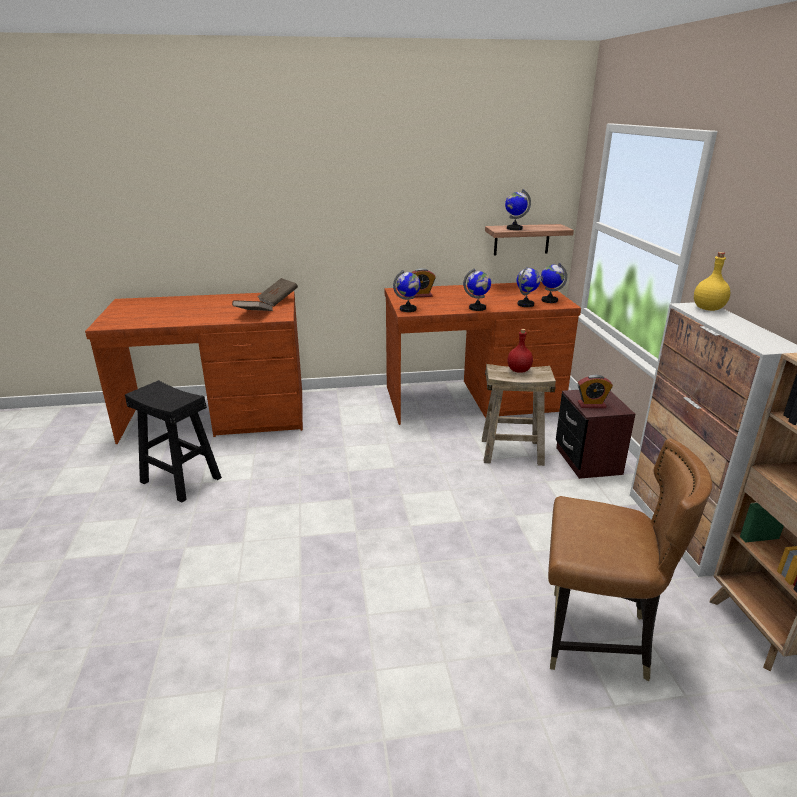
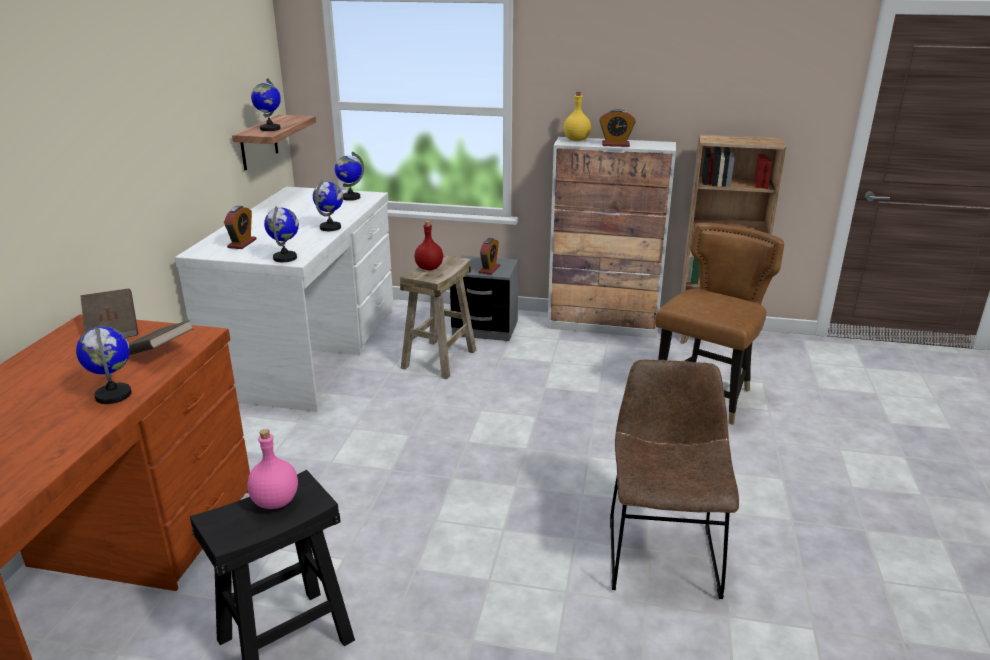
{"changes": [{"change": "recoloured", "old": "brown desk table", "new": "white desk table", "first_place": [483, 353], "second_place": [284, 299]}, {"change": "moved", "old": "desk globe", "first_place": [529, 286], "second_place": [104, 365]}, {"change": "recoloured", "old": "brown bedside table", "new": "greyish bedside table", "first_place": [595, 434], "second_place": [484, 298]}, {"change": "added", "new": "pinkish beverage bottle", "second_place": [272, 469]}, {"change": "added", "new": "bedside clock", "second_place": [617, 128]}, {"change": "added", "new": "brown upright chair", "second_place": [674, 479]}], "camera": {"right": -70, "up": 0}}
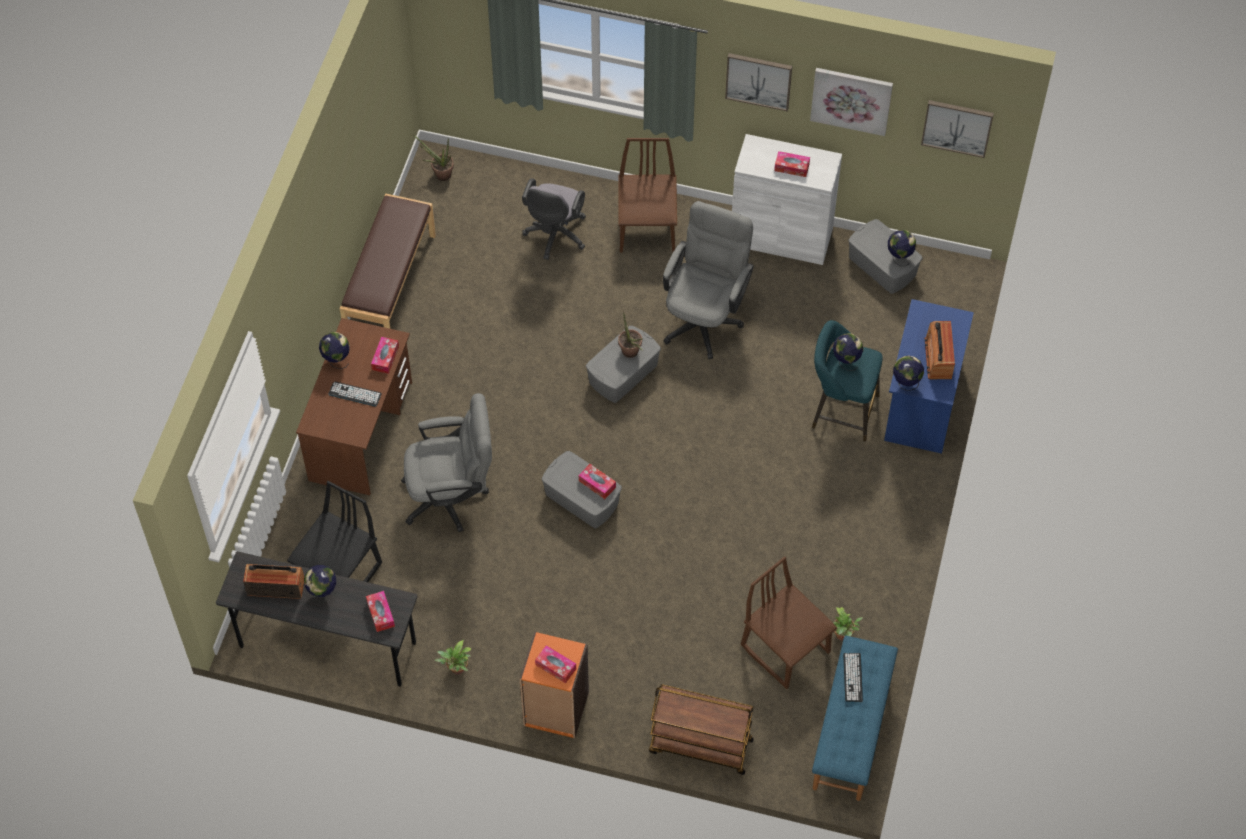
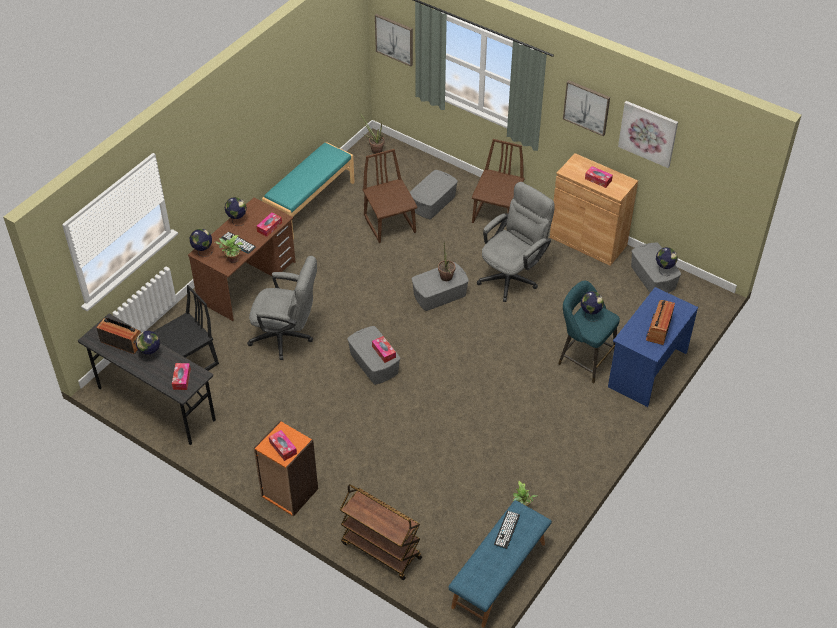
{"changes": [{"change": "recoloured", "old": "brown long seat", "new": "turquoise-coloured long seat", "first_place": [388, 261], "second_place": [308, 190]}, {"change": "moved", "old": "potted plant", "first_place": [453, 657], "second_place": [229, 249]}, {"change": "replaced", "old": "greyish desk chair", "new": "greyish storage box", "first_place": [554, 219], "second_place": [434, 194]}, {"change": "recoloured", "old": "white cupboard", "new": "brown cupboard", "first_place": [787, 199], "second_place": [594, 209]}, {"change": "moved", "old": "brown upright chair", "first_place": [789, 622], "second_place": [389, 196]}, {"change": "moved", "old": "desk globe", "first_place": [908, 373], "second_place": [201, 243]}, {"change": "moved", "old": "wall picture", "first_place": [957, 129], "second_place": [394, 40]}], "camera": {"right": 20, "up": -10}}
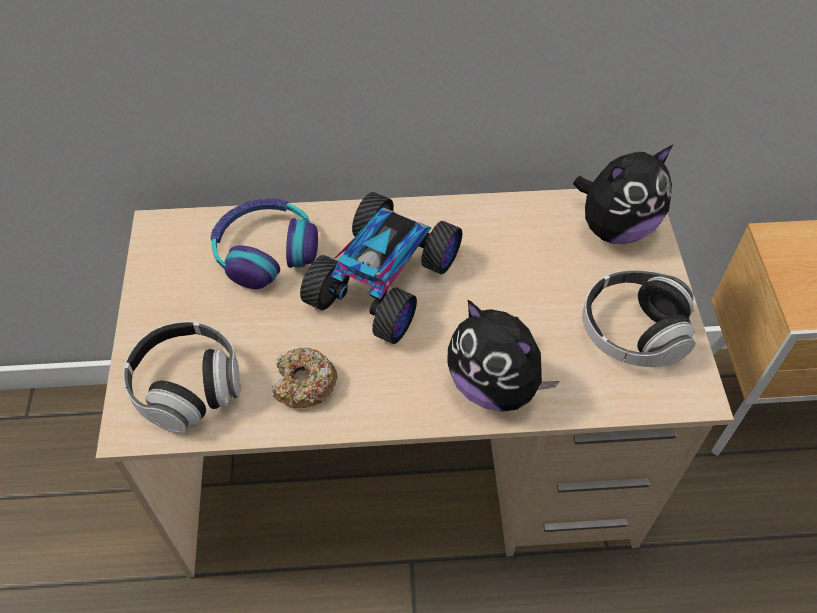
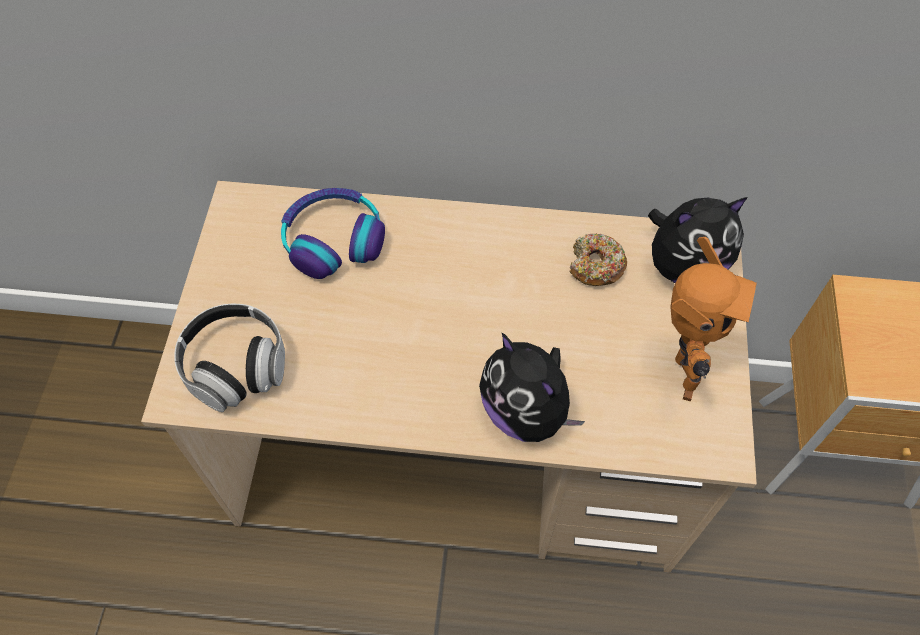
{"changes": [{"change": "moved", "old": "ring doughnut", "first_place": [305, 378], "second_place": [598, 259]}, {"change": "removed", "old": "model car", "first_place": [381, 268]}, {"change": "replaced", "old": "pair of headphones", "new": "model robot", "first_place": [638, 318], "second_place": [713, 319]}], "camera": {"right": 10, "up": 5}}
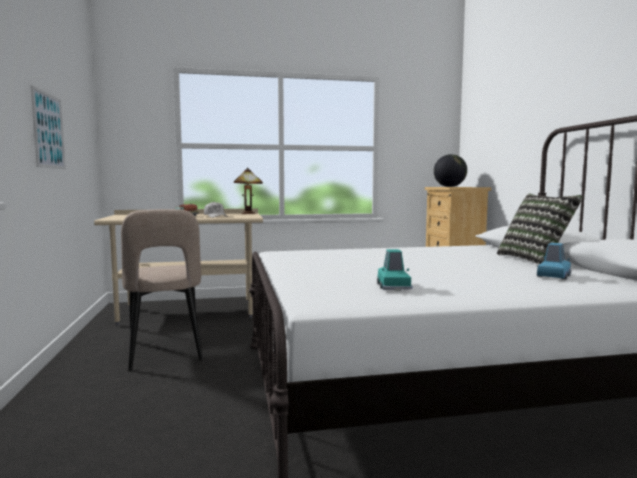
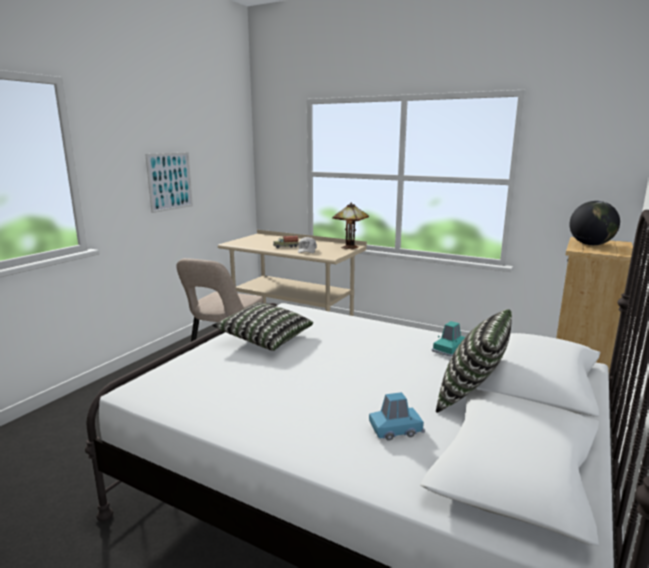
{"changes": [{"change": "moved", "old": "turquoise-coloured model car", "first_place": [395, 270], "second_place": [448, 339]}, {"change": "added", "new": "throw pillow", "second_place": [262, 326]}], "camera": {"right": 40, "up": 10}}
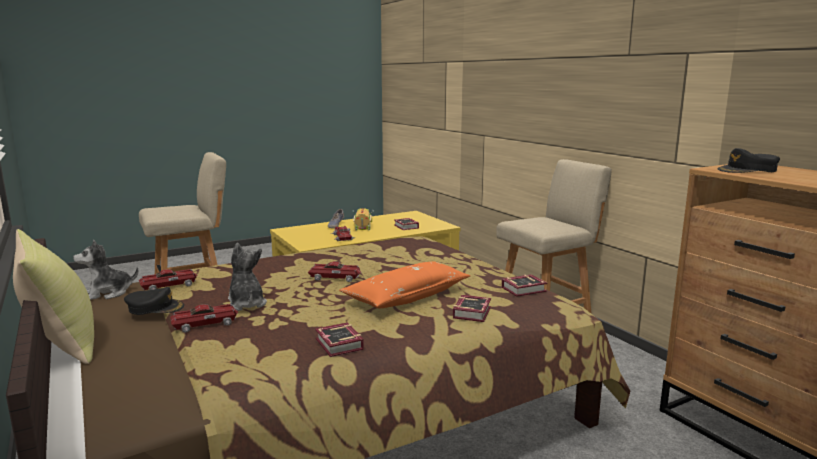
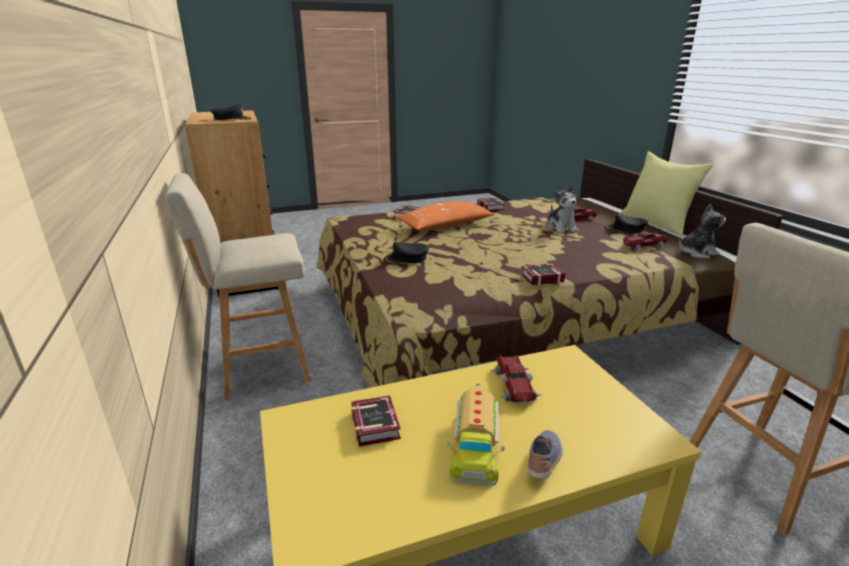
{"changes": [{"change": "removed", "old": "model car", "first_place": [334, 272]}, {"change": "moved", "old": "volume", "first_place": [525, 285], "second_place": [543, 274]}, {"change": "added", "new": "black baseball cap", "second_place": [406, 253]}], "camera": {"right": -170, "up": 10}}
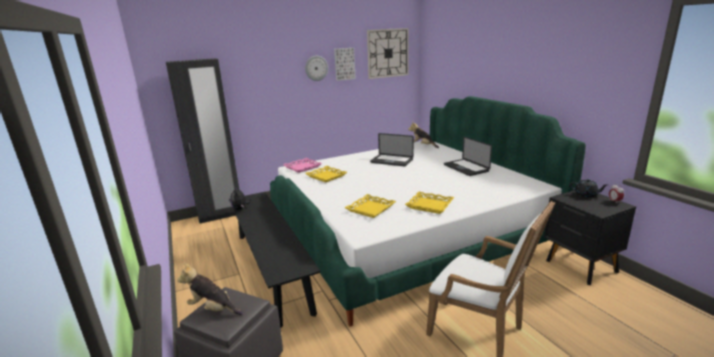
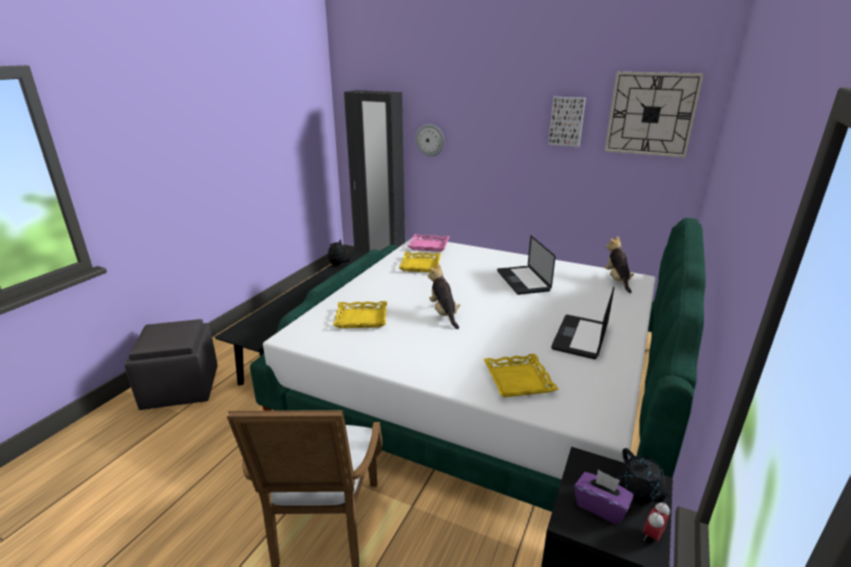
{"changes": [{"change": "moved", "old": "plush toy", "first_place": [210, 289], "second_place": [444, 296]}, {"change": "moved", "old": "hanging clock", "first_place": [316, 68], "second_place": [429, 140]}, {"change": "moved", "old": "yellowish tray", "first_place": [429, 202], "second_place": [521, 375]}, {"change": "added", "new": "purple tissue box", "second_place": [604, 496]}], "camera": {"right": 50, "up": 5}}
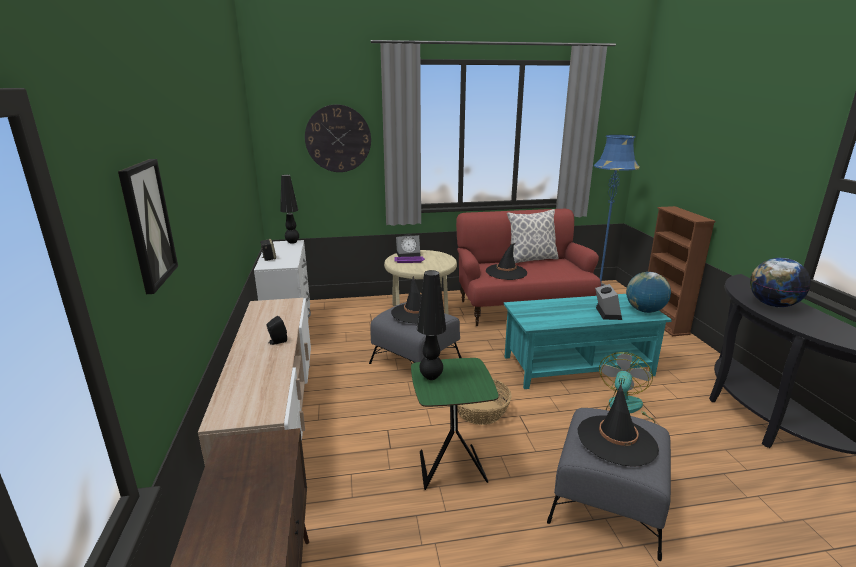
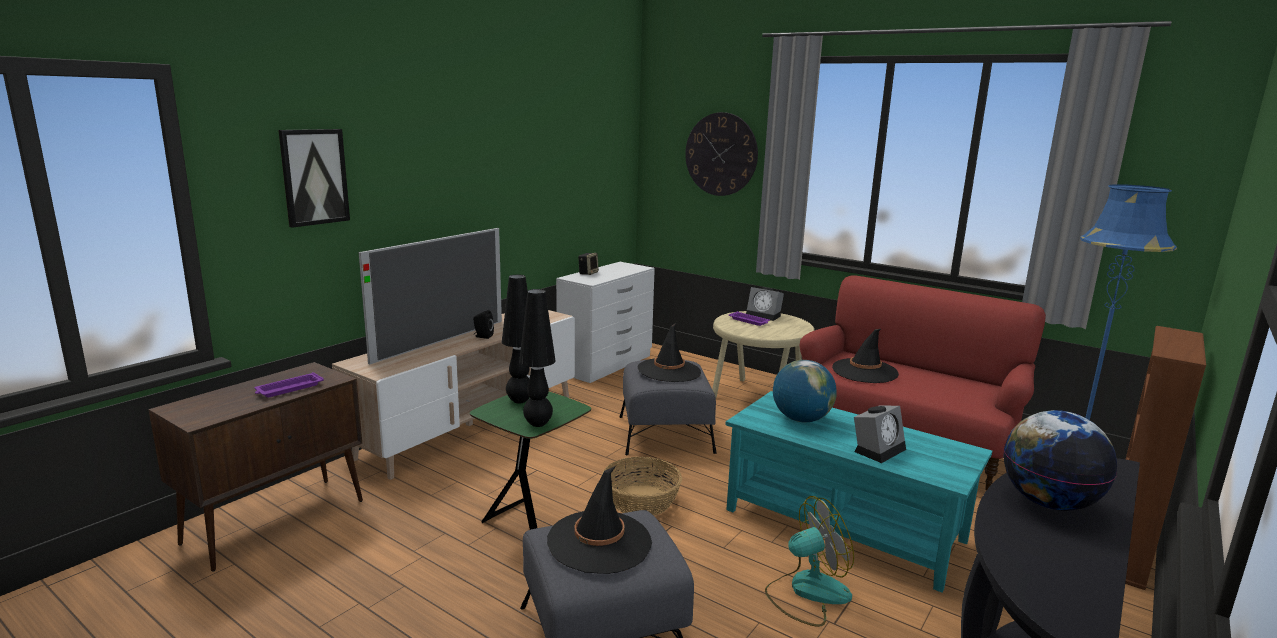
{"changes": [{"change": "moved", "old": "black lamp for a table", "first_place": [289, 209], "second_place": [537, 358]}, {"change": "removed", "old": "throw pillow", "first_place": [533, 236]}, {"change": "moved", "old": "desk globe", "first_place": [648, 292], "second_place": [805, 391]}, {"change": "added", "new": "purple tray", "second_place": [289, 384]}, {"change": "added", "new": "television", "second_place": [430, 296]}], "camera": {"right": 45, "up": -5}}
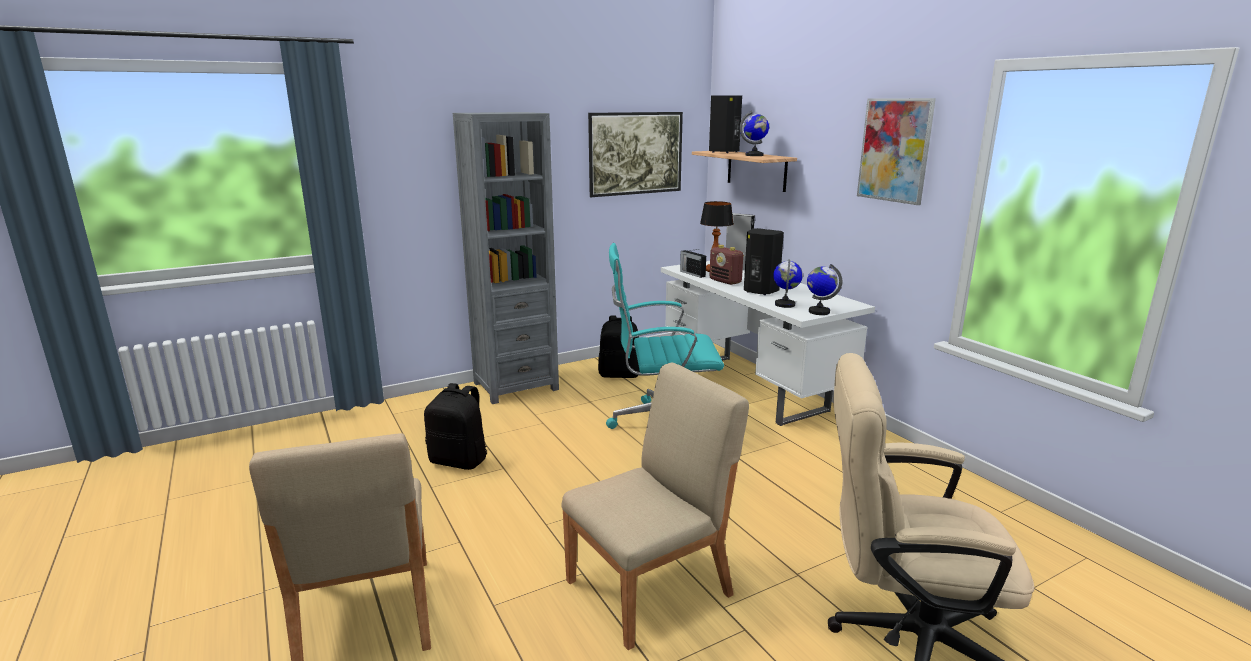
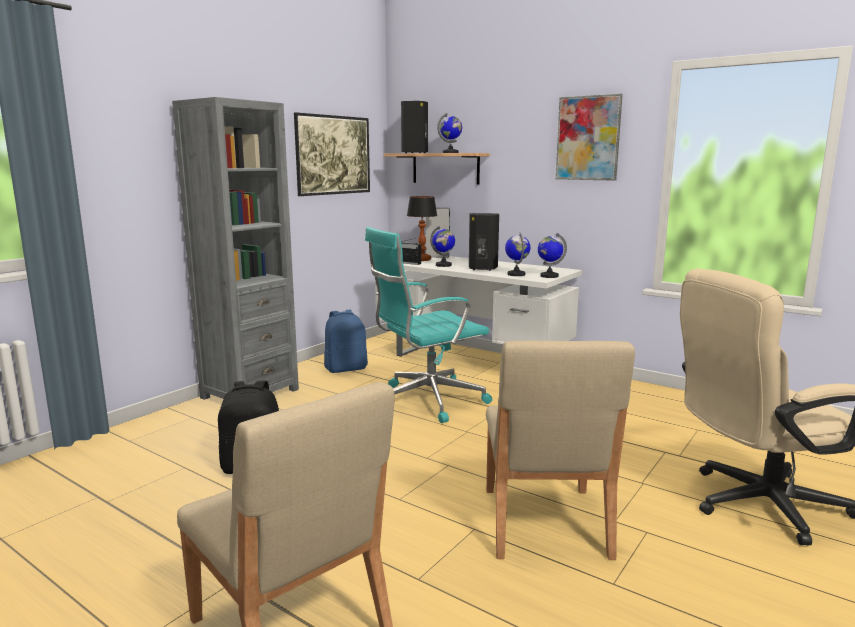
{"changes": [{"change": "turned", "old": "sand-coloured upright chair", "first_place": [655, 506], "second_place": [560, 450], "degrees": 150}, {"change": "recoloured", "old": "black backpack", "new": "blue backpack", "first_place": [619, 346], "second_place": [346, 341]}, {"change": "replaced", "old": "radio receiver", "new": "desk globe", "first_place": [726, 265], "second_place": [442, 246]}], "camera": {"right": -25, "up": -5}}
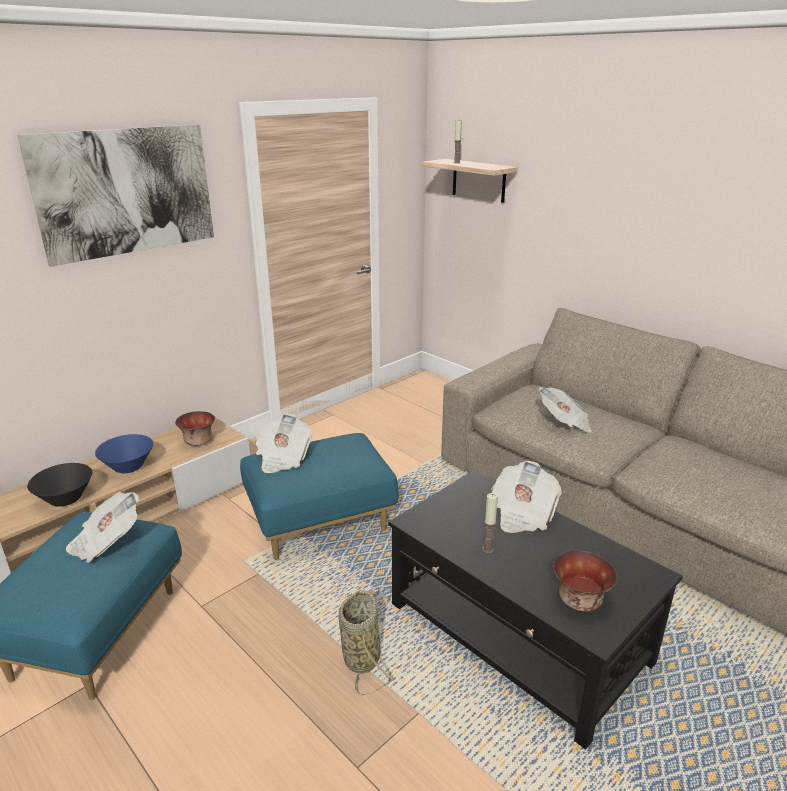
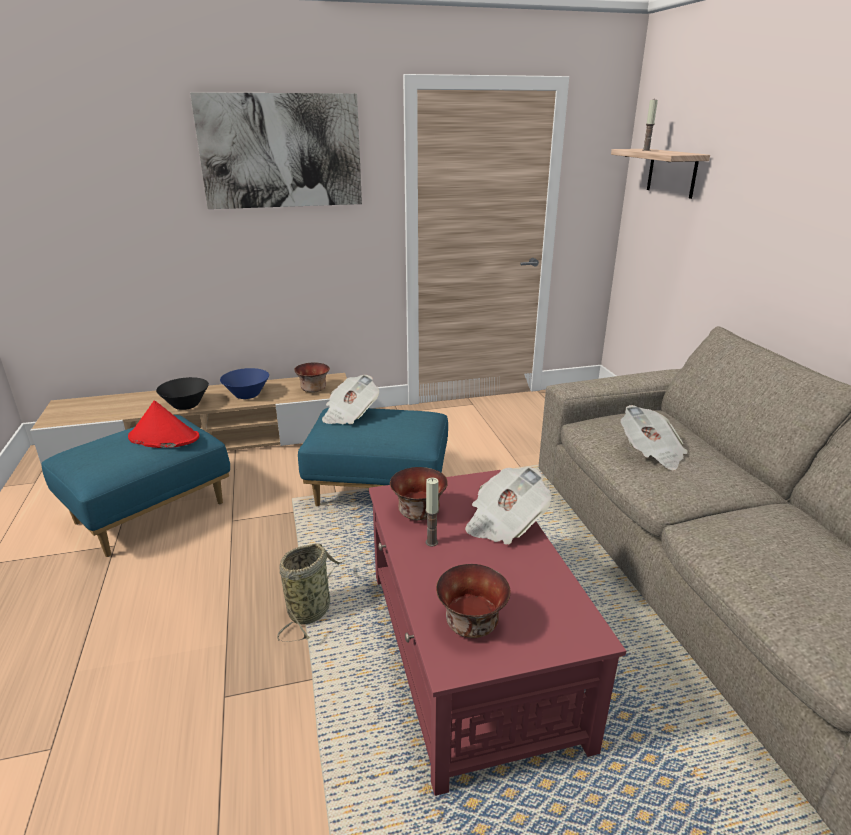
{"changes": [{"change": "replaced", "old": "newspaper", "new": "red-coloured clothing hat", "first_place": [102, 527], "second_place": [164, 424]}, {"change": "recoloured", "old": "black lounge table", "new": "red-coloured lounge table", "first_place": [535, 610], "second_place": [497, 633]}, {"change": "added", "new": "deep dish", "second_place": [419, 494]}], "camera": {"right": 30, "up": 0}}
